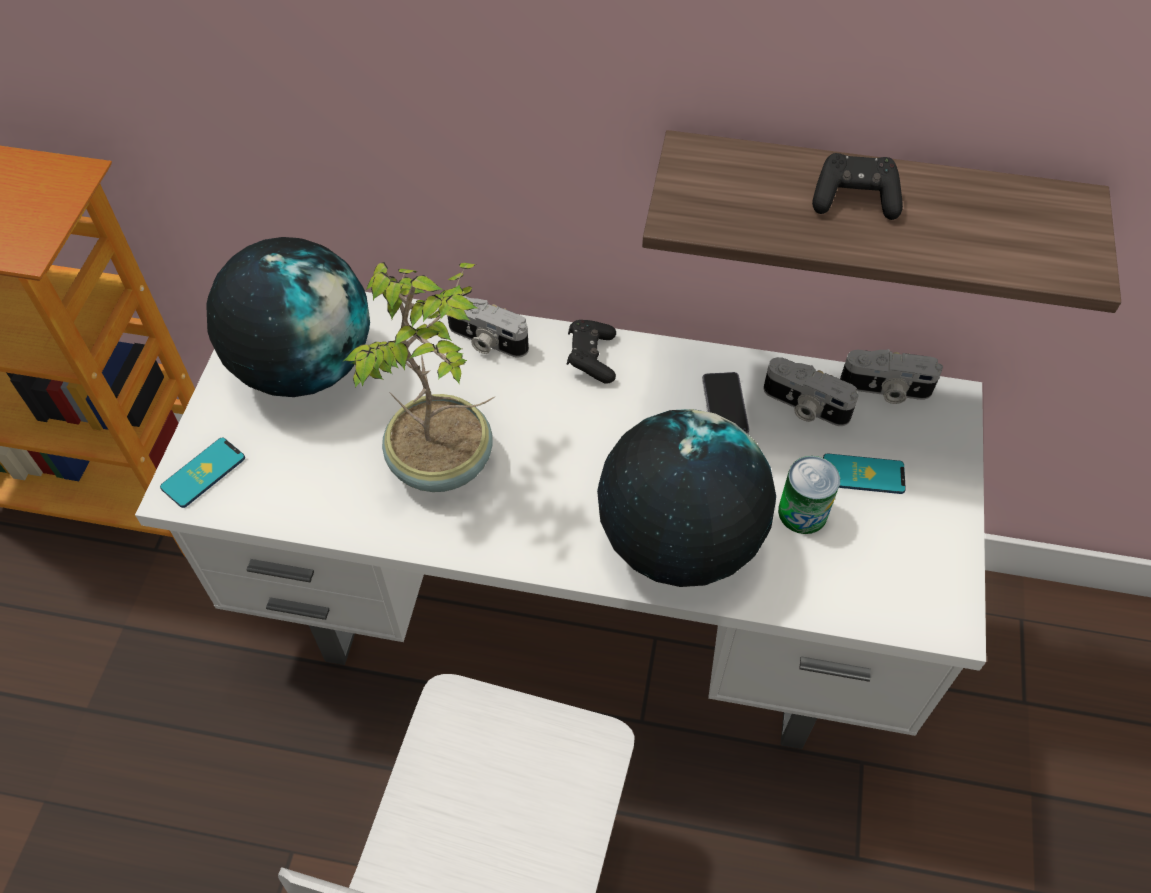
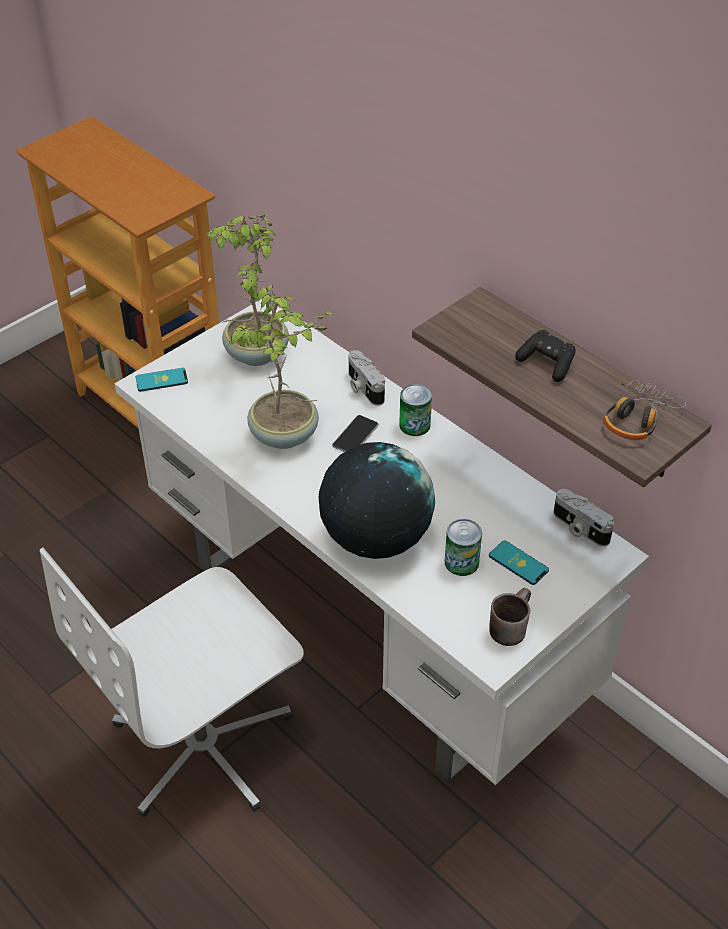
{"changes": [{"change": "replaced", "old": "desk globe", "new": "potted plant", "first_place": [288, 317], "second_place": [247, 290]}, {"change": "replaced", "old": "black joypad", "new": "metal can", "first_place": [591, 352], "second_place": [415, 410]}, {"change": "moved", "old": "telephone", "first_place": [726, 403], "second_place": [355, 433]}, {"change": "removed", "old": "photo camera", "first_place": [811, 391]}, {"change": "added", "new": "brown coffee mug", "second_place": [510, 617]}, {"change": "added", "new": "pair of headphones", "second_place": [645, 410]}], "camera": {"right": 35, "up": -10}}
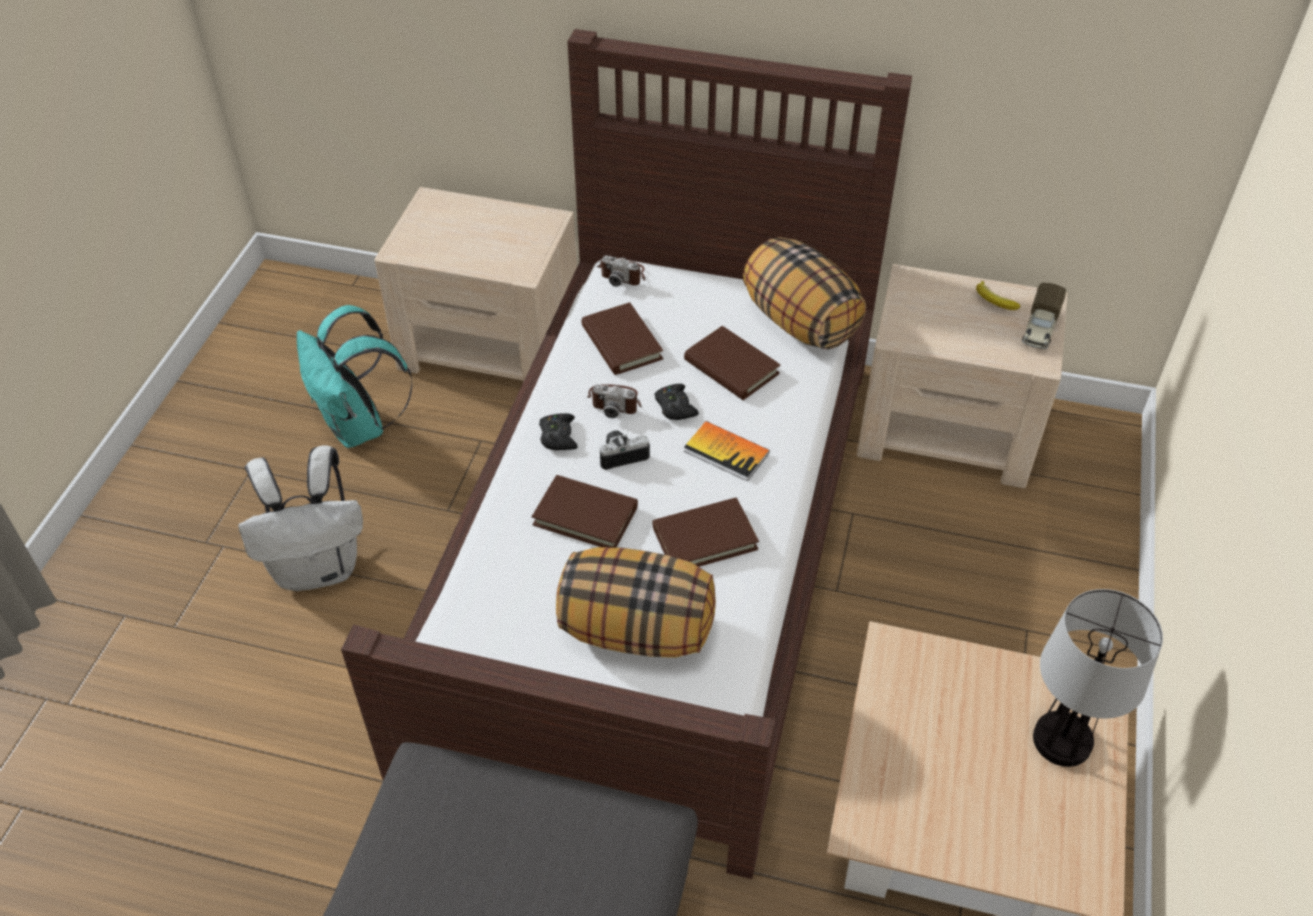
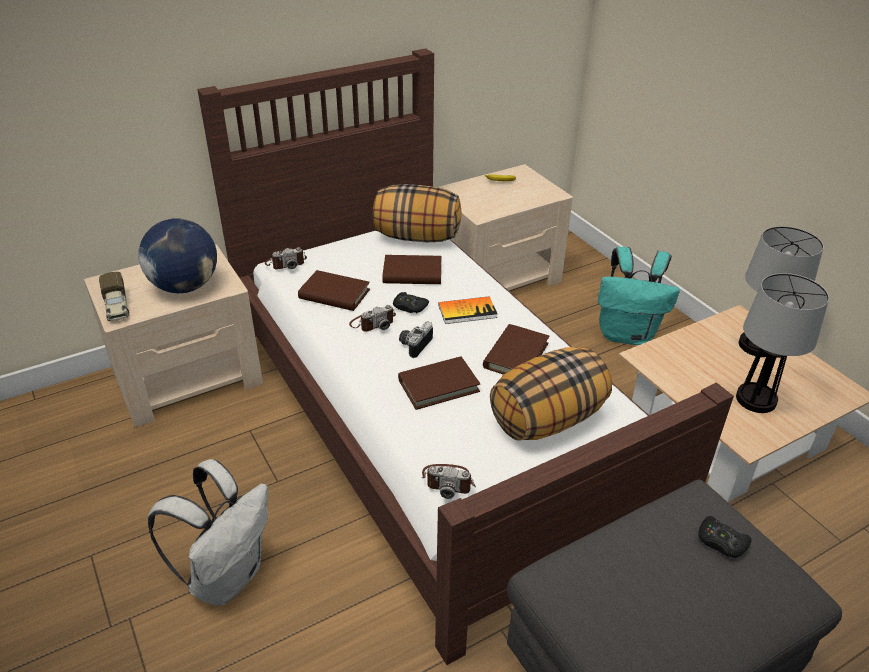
{"changes": [{"change": "moved", "old": "turquoise-coloured backpack", "first_place": [354, 376], "second_place": [639, 296]}, {"change": "moved", "old": "black joypad", "first_place": [558, 431], "second_place": [724, 537]}, {"change": "moved", "old": "toy lorry", "first_place": [1044, 315], "second_place": [114, 296]}, {"change": "added", "new": "desk globe", "second_place": [178, 255]}, {"change": "added", "new": "photo camera", "second_place": [449, 481]}, {"change": "added", "new": "lamp for a table", "second_place": [782, 343]}], "camera": {"right": -45, "up": -10}}
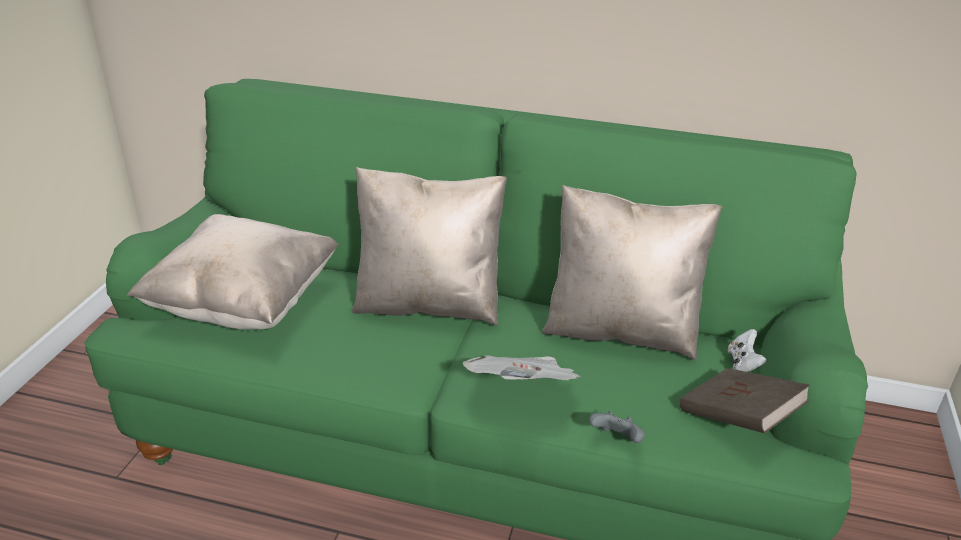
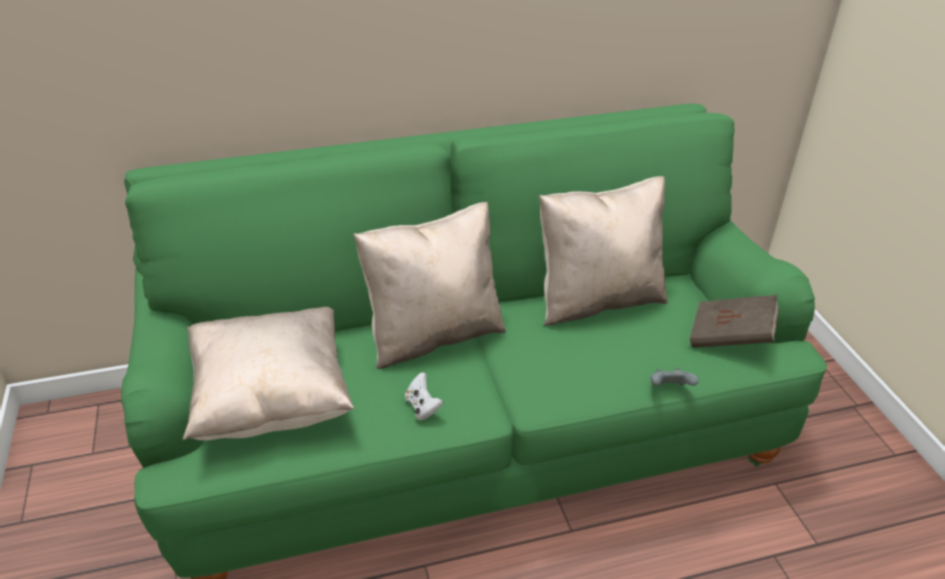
{"changes": [{"change": "removed", "old": "newspaper", "first_place": [522, 367]}, {"change": "moved", "old": "white joypad", "first_place": [747, 350], "second_place": [424, 396]}], "camera": {"right": -30, "up": 5}}
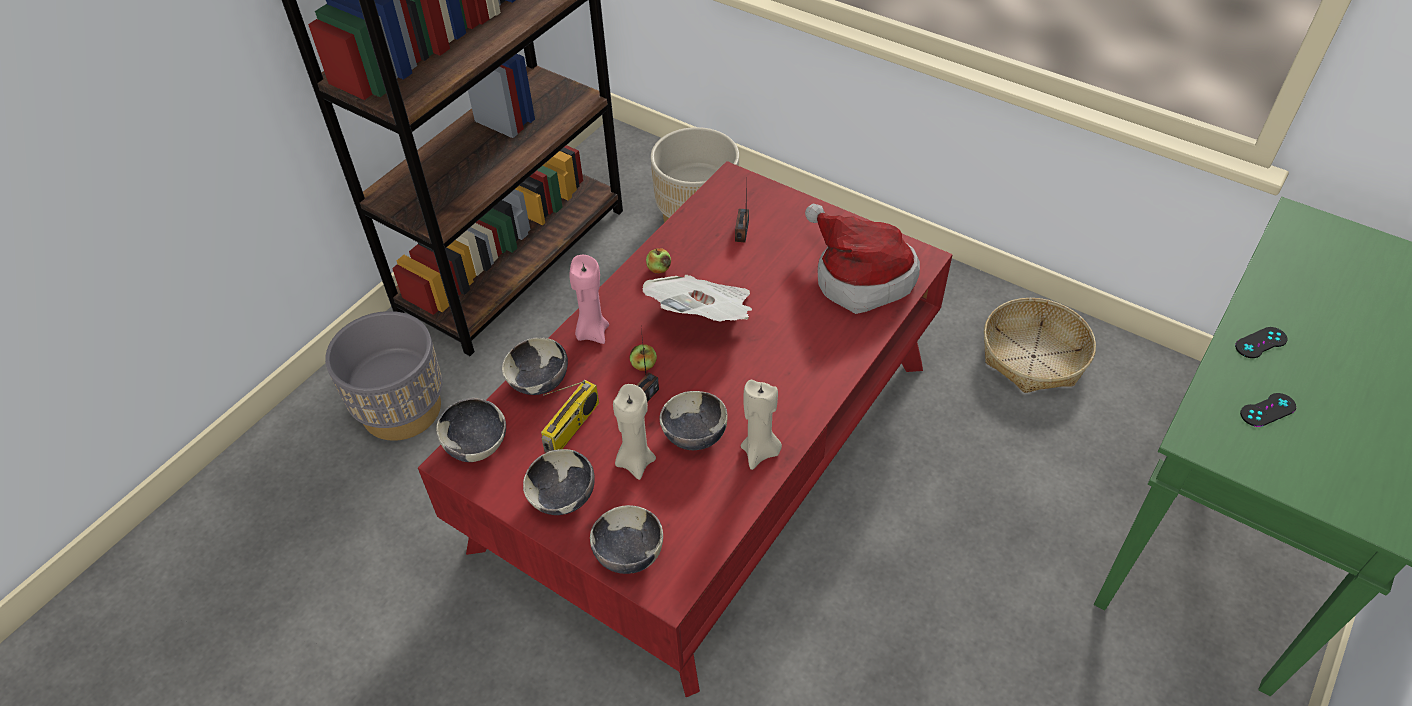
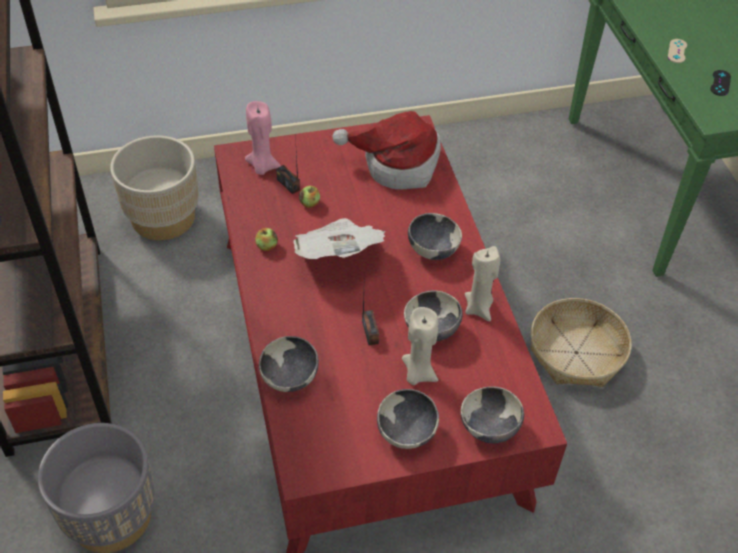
{"changes": [{"change": "moved", "old": "deep dish", "first_place": [471, 430], "second_place": [435, 236]}, {"change": "removed", "old": "radio receiver", "first_place": [570, 416]}, {"change": "moved", "old": "pinkish candle", "first_place": [589, 299], "second_place": [263, 138]}, {"change": "moved", "old": "apple", "first_place": [643, 357], "second_place": [309, 197]}, {"change": "moved", "old": "household basket", "first_place": [1040, 345], "second_place": [581, 342]}, {"change": "recoloured", "old": "black joypad", "new": "sand-coloured joypad", "first_place": [1261, 342], "second_place": [677, 51]}], "camera": {"right": -50, "up": 0}}
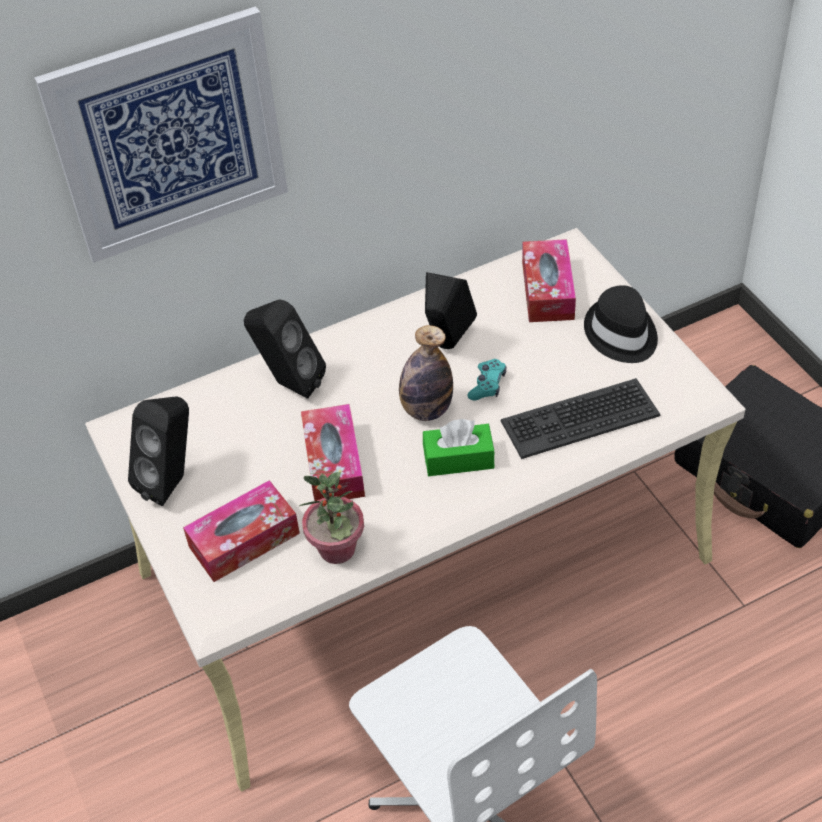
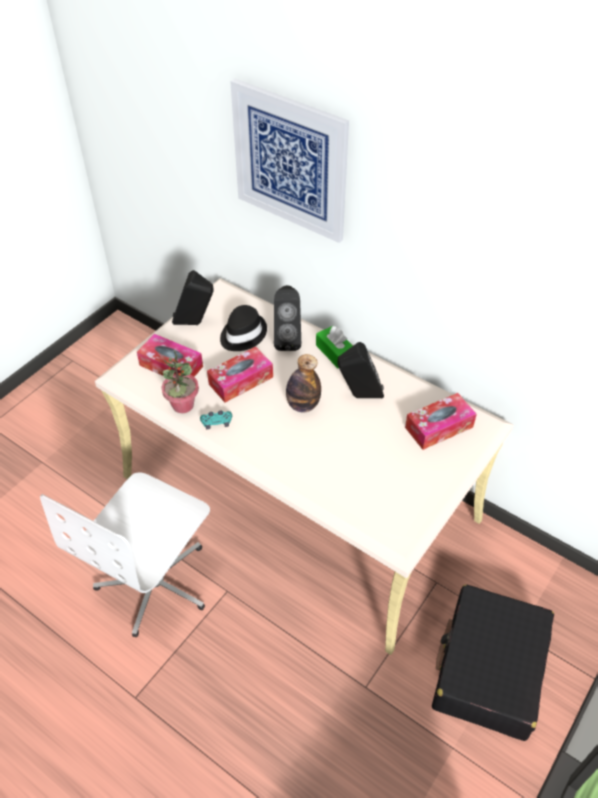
{"changes": [{"change": "moved", "old": "green-coloured tissue box", "first_place": [459, 447], "second_place": [334, 347]}, {"change": "moved", "old": "turquoise-coloured joypad", "first_place": [486, 379], "second_place": [216, 420]}, {"change": "removed", "old": "PC keyboard", "first_place": [581, 418]}, {"change": "moved", "old": "black clothing hat", "first_place": [621, 324], "second_place": [243, 328]}], "camera": {"right": 60, "up": 0}}
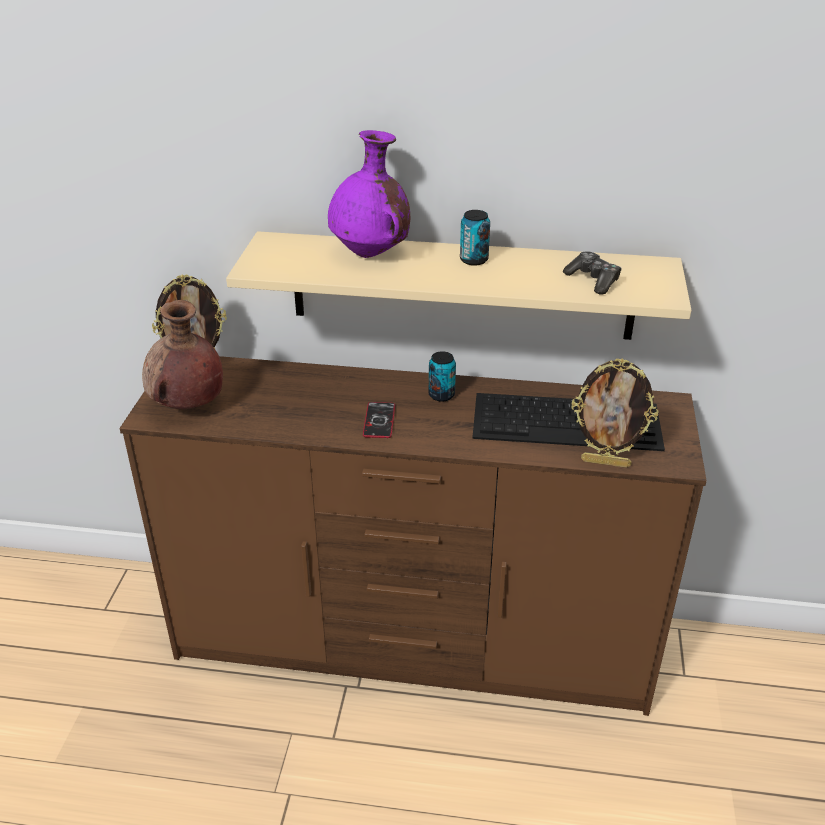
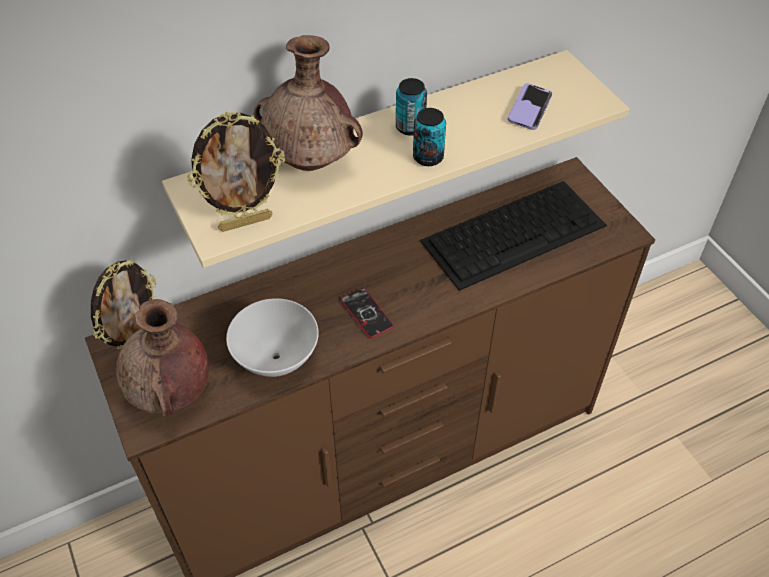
{"changes": [{"change": "recoloured", "old": "purple decorative vase", "new": "brown decorative vase", "first_place": [369, 194], "second_place": [308, 103]}, {"change": "moved", "old": "metal can", "first_place": [442, 376], "second_place": [429, 137]}, {"change": "replaced", "old": "joypad", "new": "telephone", "first_place": [592, 273], "second_place": [530, 106]}, {"change": "moved", "old": "picture frame", "first_place": [615, 413], "second_place": [236, 172]}, {"change": "added", "new": "white deep dish", "second_place": [272, 337]}], "camera": {"right": -35, "up": 15}}
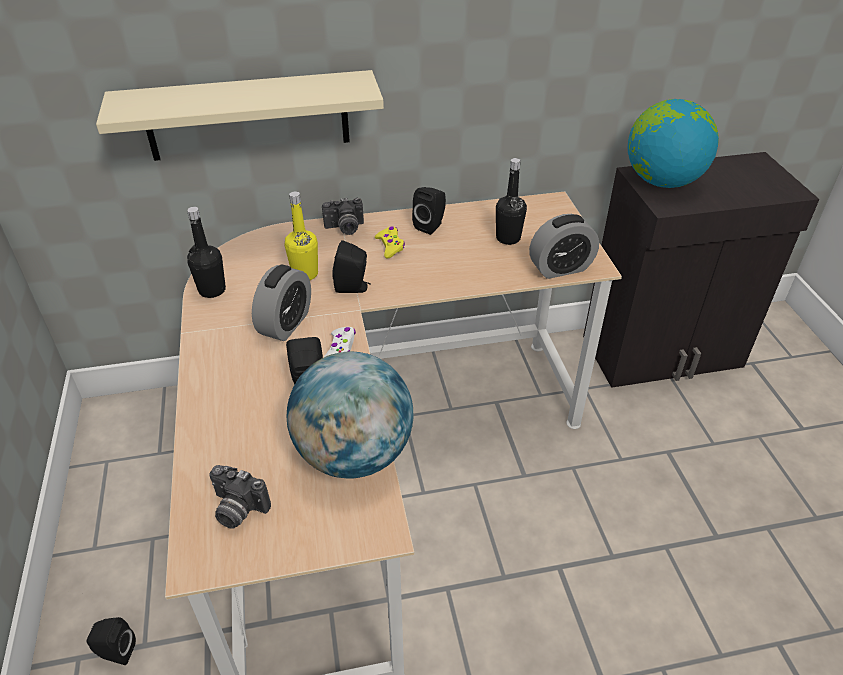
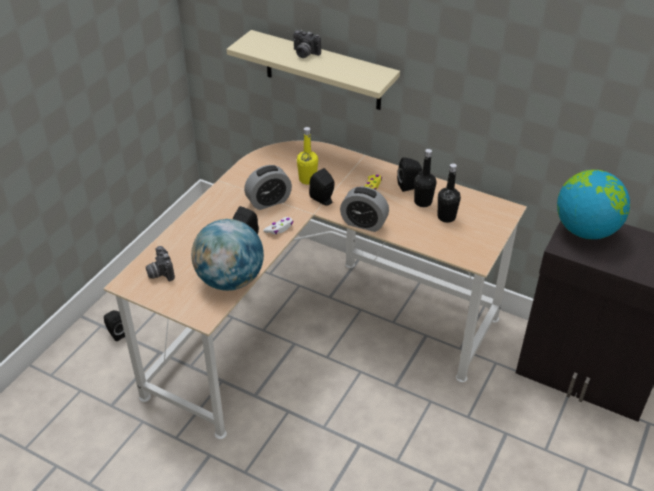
{"changes": [{"change": "moved", "old": "black beverage bottle", "first_place": [206, 252], "second_place": [425, 178]}, {"change": "moved", "old": "photo camera", "first_place": [343, 216], "second_place": [307, 44]}, {"change": "moved", "old": "bedside clock", "first_place": [564, 246], "second_place": [364, 209]}], "camera": {"right": 40, "up": 0}}
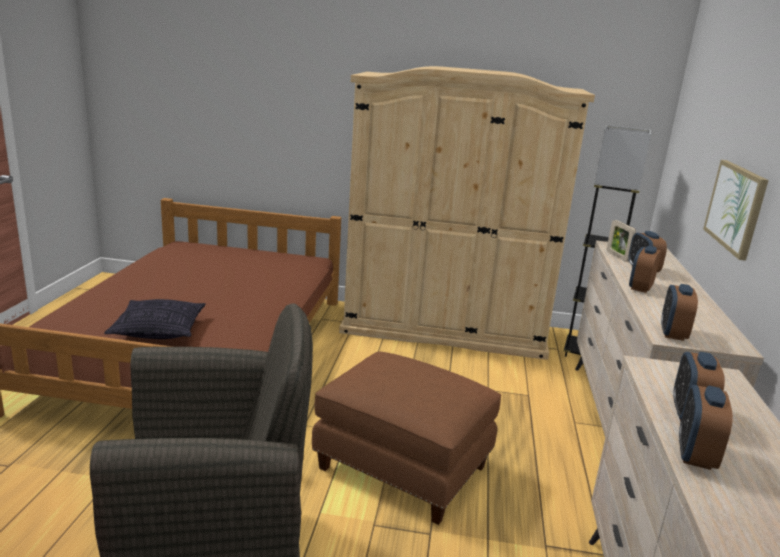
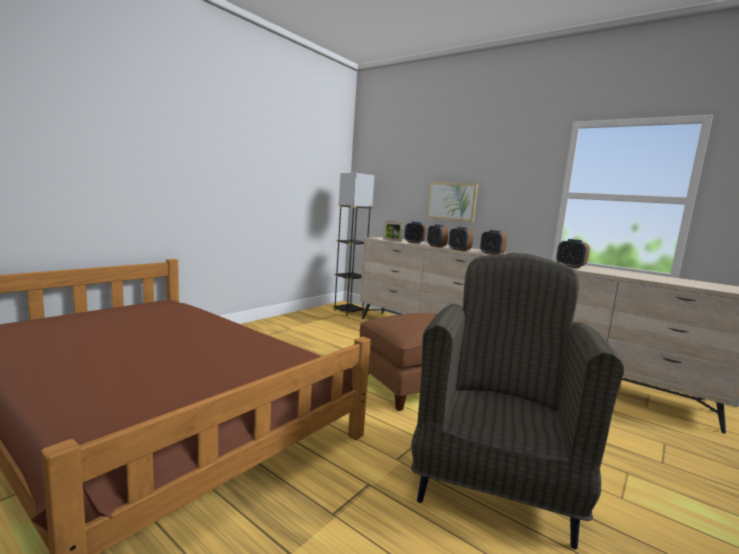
{"changes": [{"change": "removed", "old": "throw pillow", "first_place": [155, 319]}, {"change": "removed", "old": "sand-coloured clothes cupboard", "first_place": [467, 213]}, {"change": "moved", "old": "bedside clock", "first_place": [706, 427], "second_place": [461, 239]}], "camera": {"right": -60, "up": -10}}
